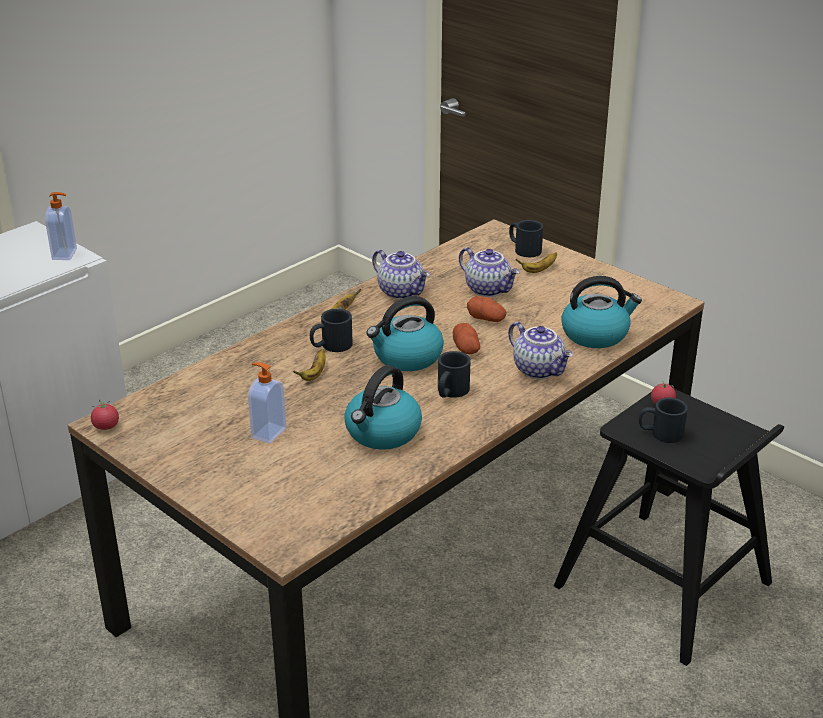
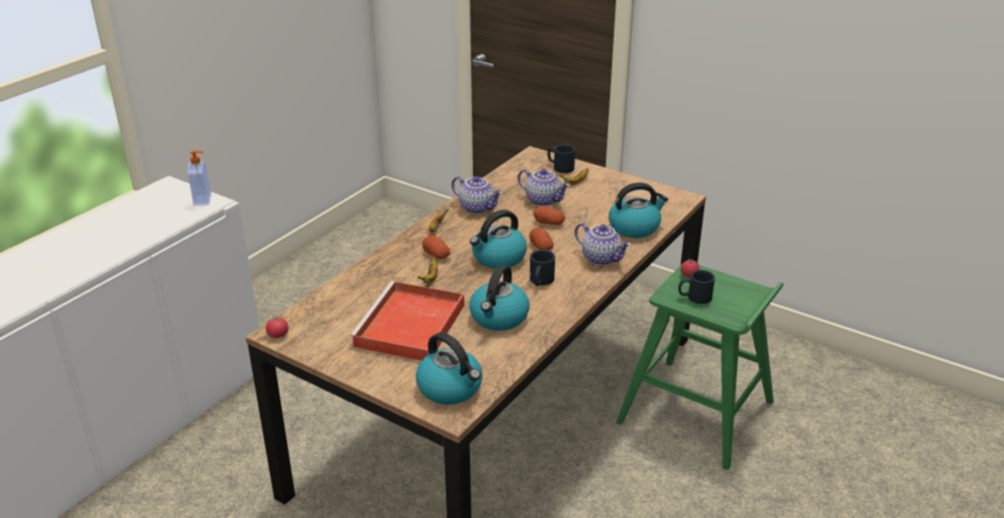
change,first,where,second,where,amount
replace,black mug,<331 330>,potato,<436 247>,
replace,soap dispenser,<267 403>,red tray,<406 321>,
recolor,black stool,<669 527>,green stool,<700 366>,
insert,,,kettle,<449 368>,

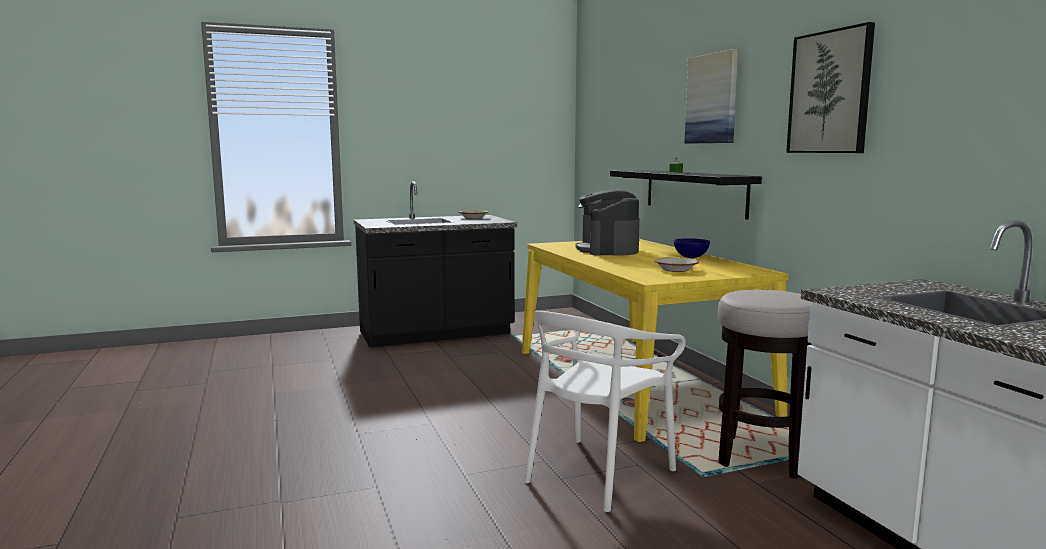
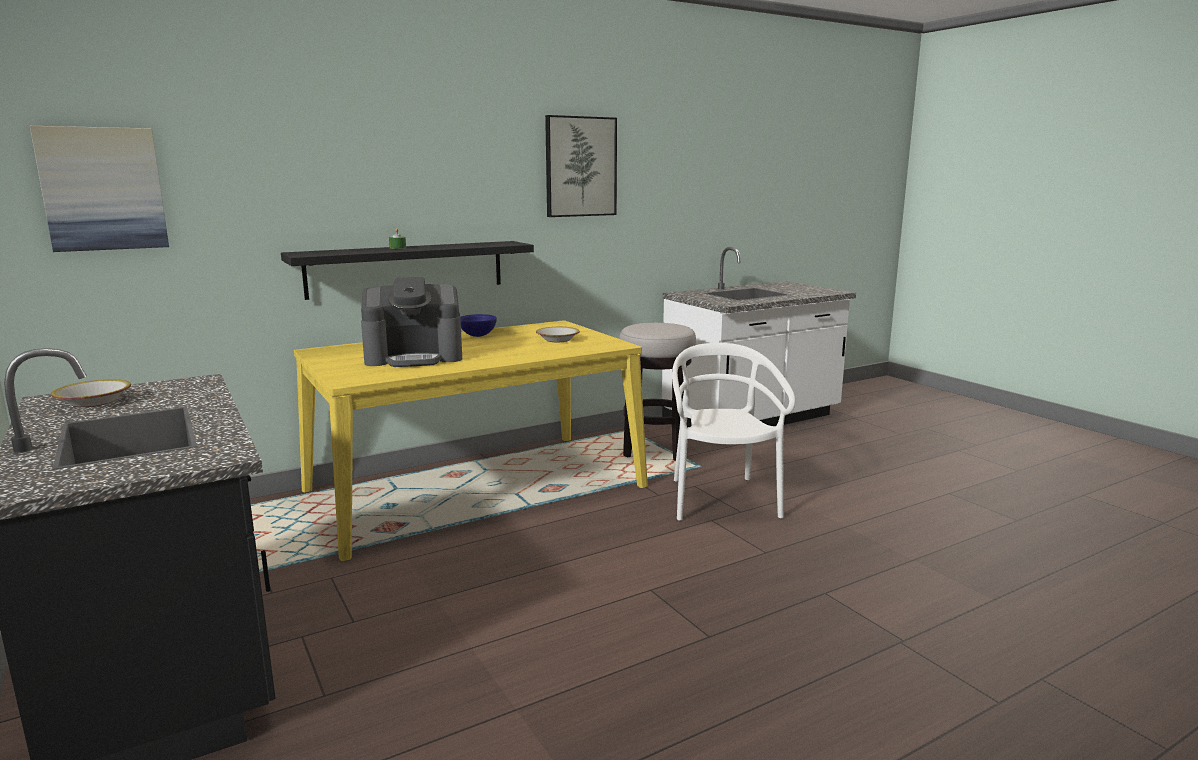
change,first,where,second,where,amount
move,picture,<711 96>,,<99 189>,
rotate,white chair,<605 411>,,<733 432>,120 degrees counterclockwise

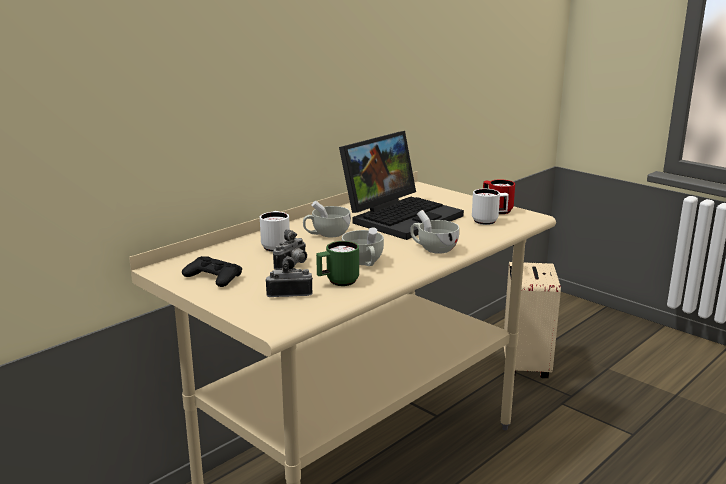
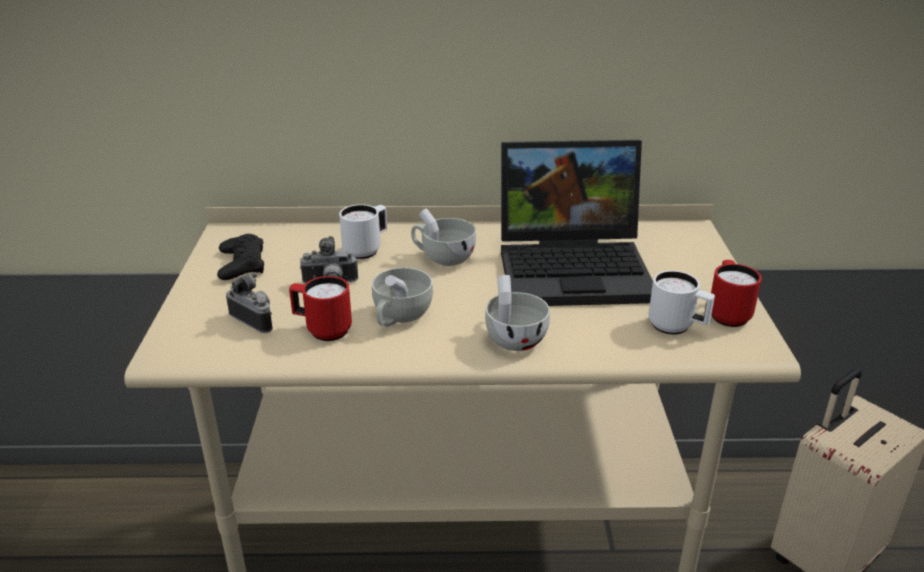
change,first,where,second,where,amount
recolor,green mug,<337 263>,red mug,<320 308>,

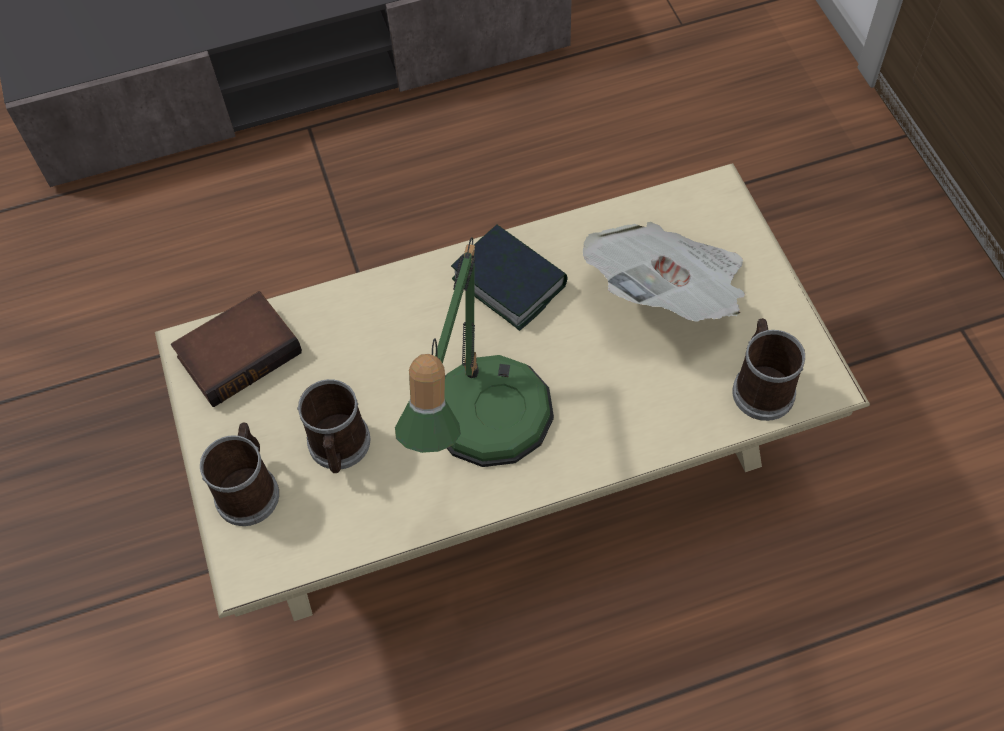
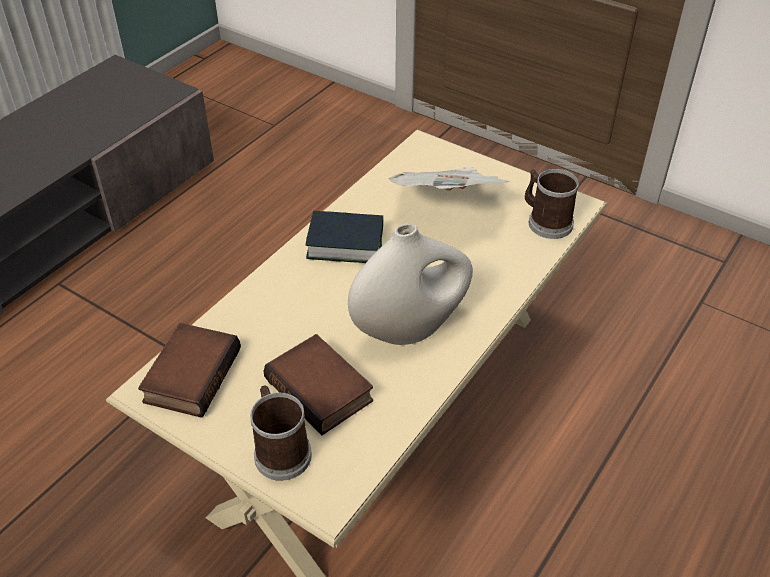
change,first,where,second,where,amount
replace,table lamp,<474 352>,white vase,<410 284>,
replace,mug,<334 426>,book,<318 385>,

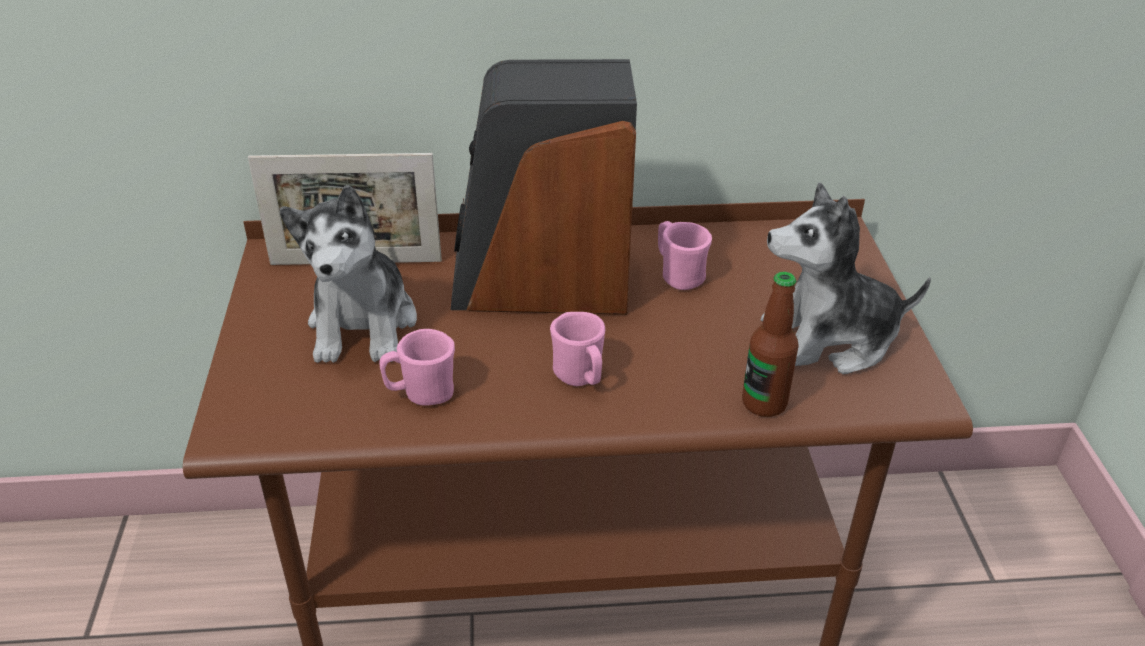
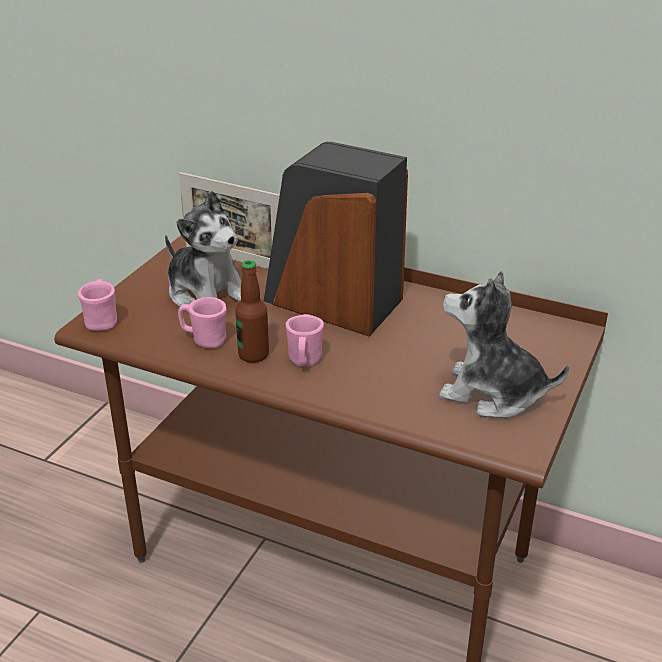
change,first,where,second,where,amount
rotate,plush toy,<348 274>,,<203 249>,75 degrees counterclockwise
move,pink mug,<685 255>,,<97 305>,
move,bottle,<770 344>,,<252 311>,

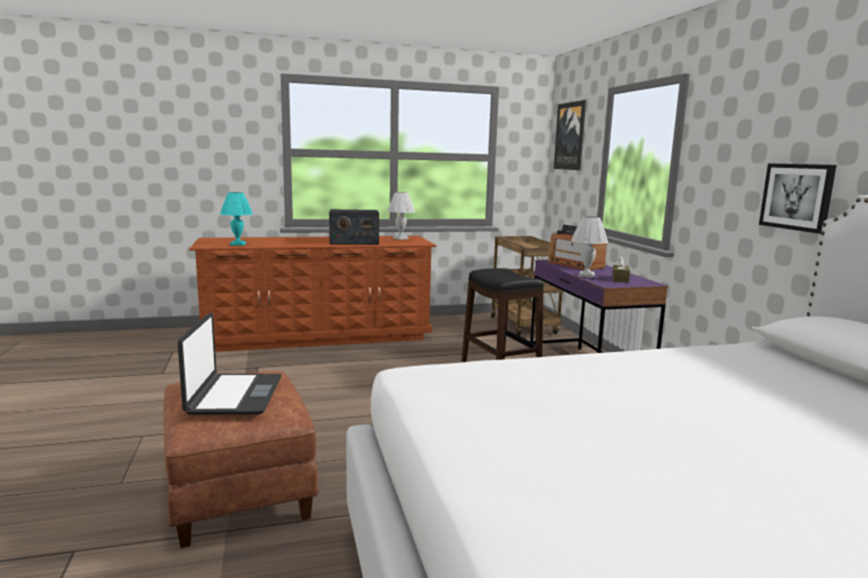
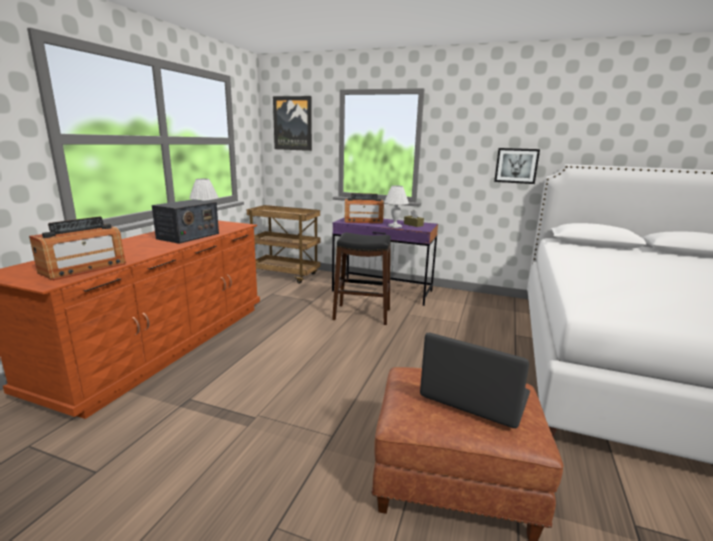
change,first,where,second,where,amount
replace,turquoise table lamp,<236 219>,radio,<77 248>,

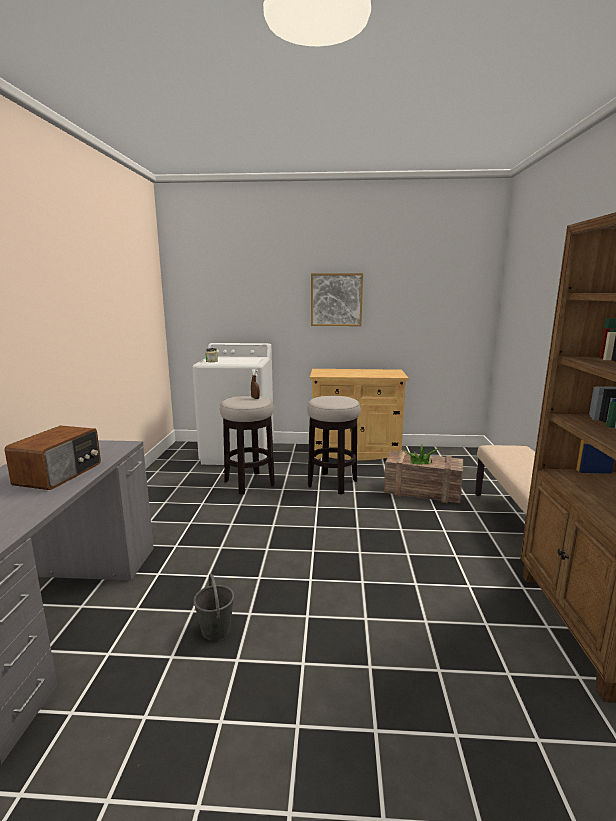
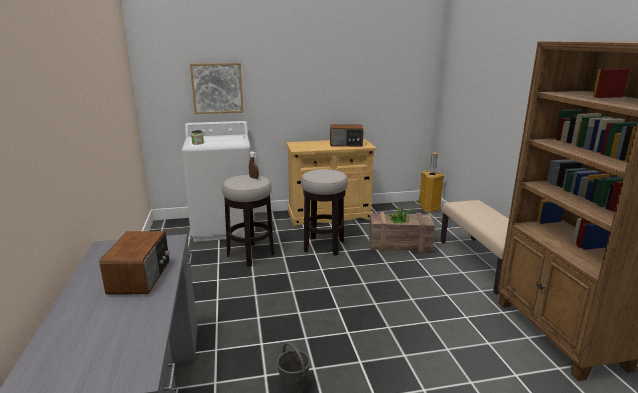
change,first,where,second,where,amount
move,picture,<337 299>,,<217 88>,
insert,,,radio,<347 135>,
insert,,,trash can,<431 182>,

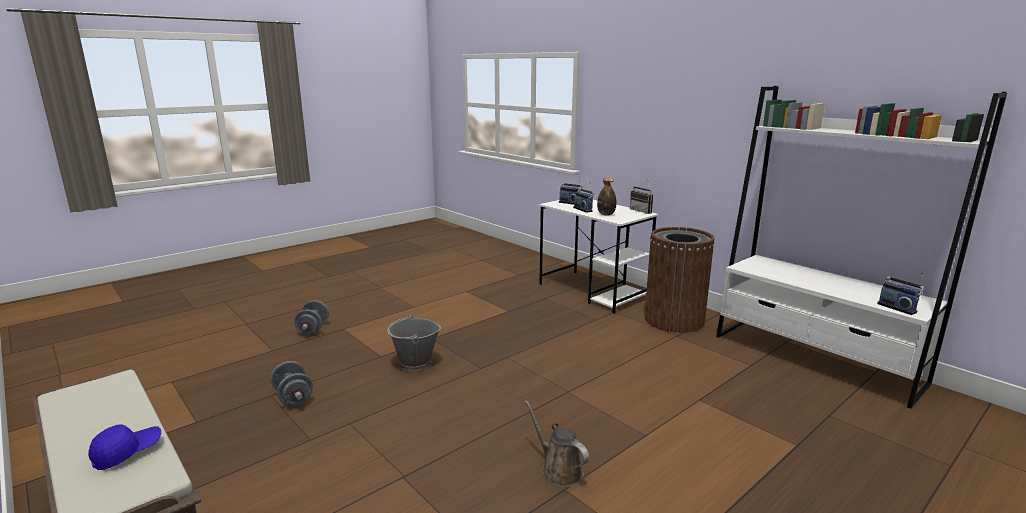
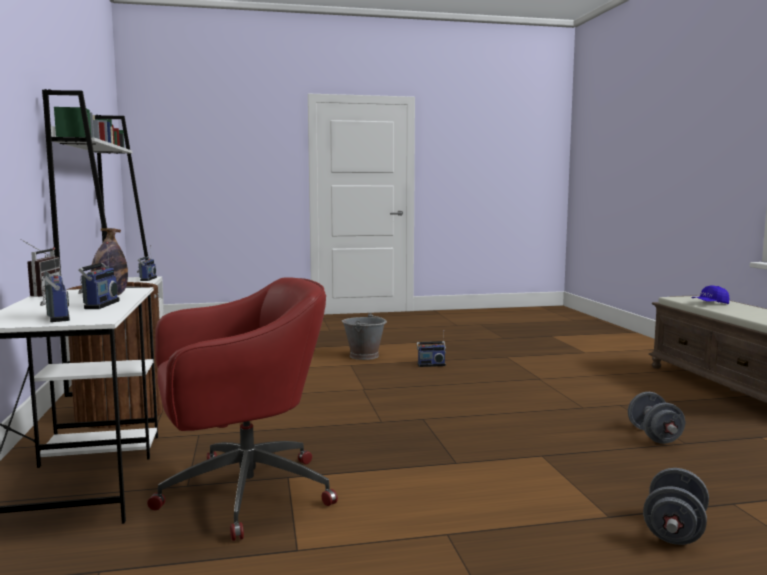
change,first,where,second,where,amount
move,grey bucket,<414 343>,,<364 336>,
replace,brown watering can,<557 443>,radio,<431 348>,
insert,,,red office chair,<242 409>,

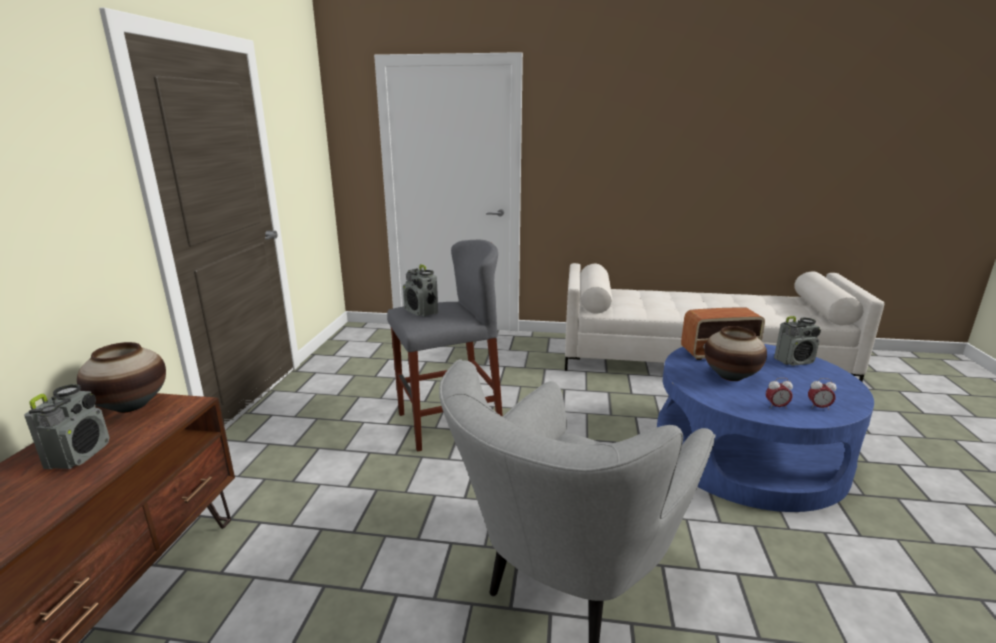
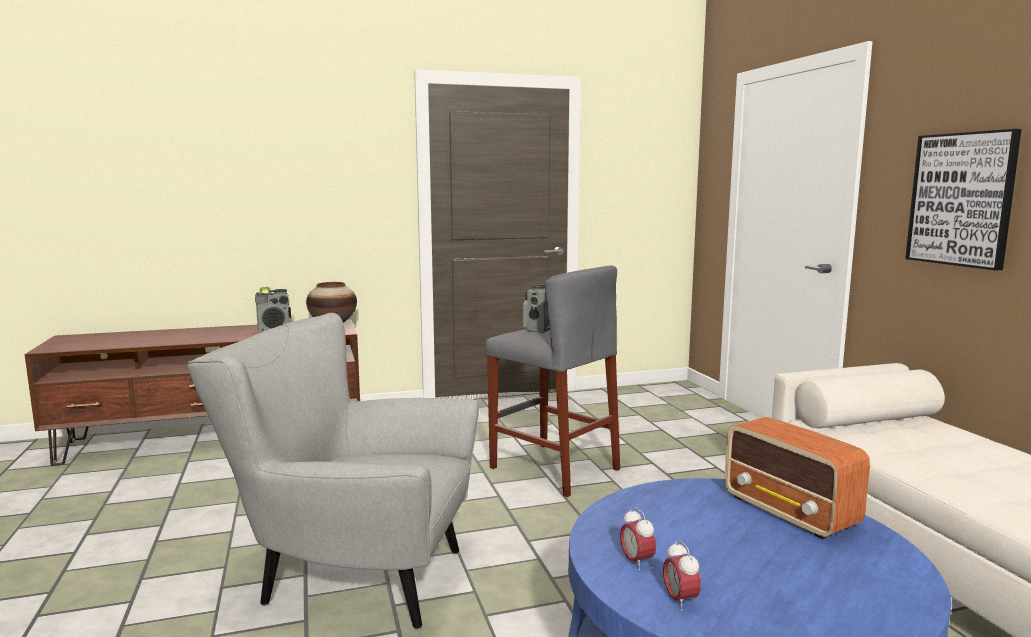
change,first,where,second,where,amount
delete,radio,<797 341>,,,
delete,vase,<735 353>,,,
insert,,,picture,<963 199>,

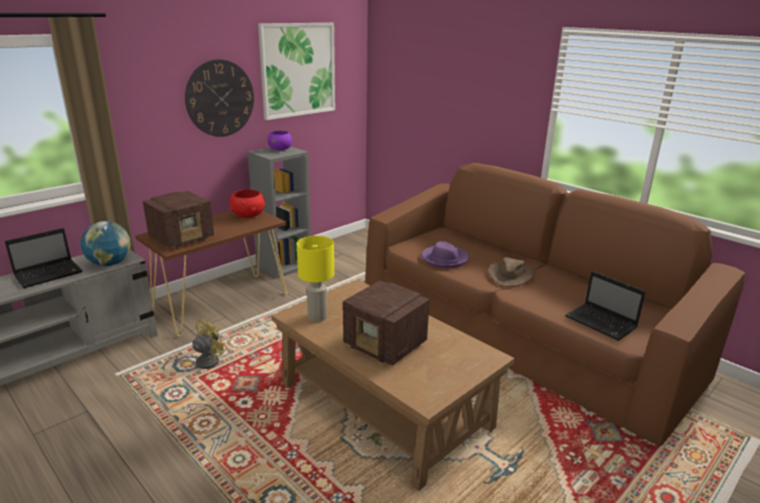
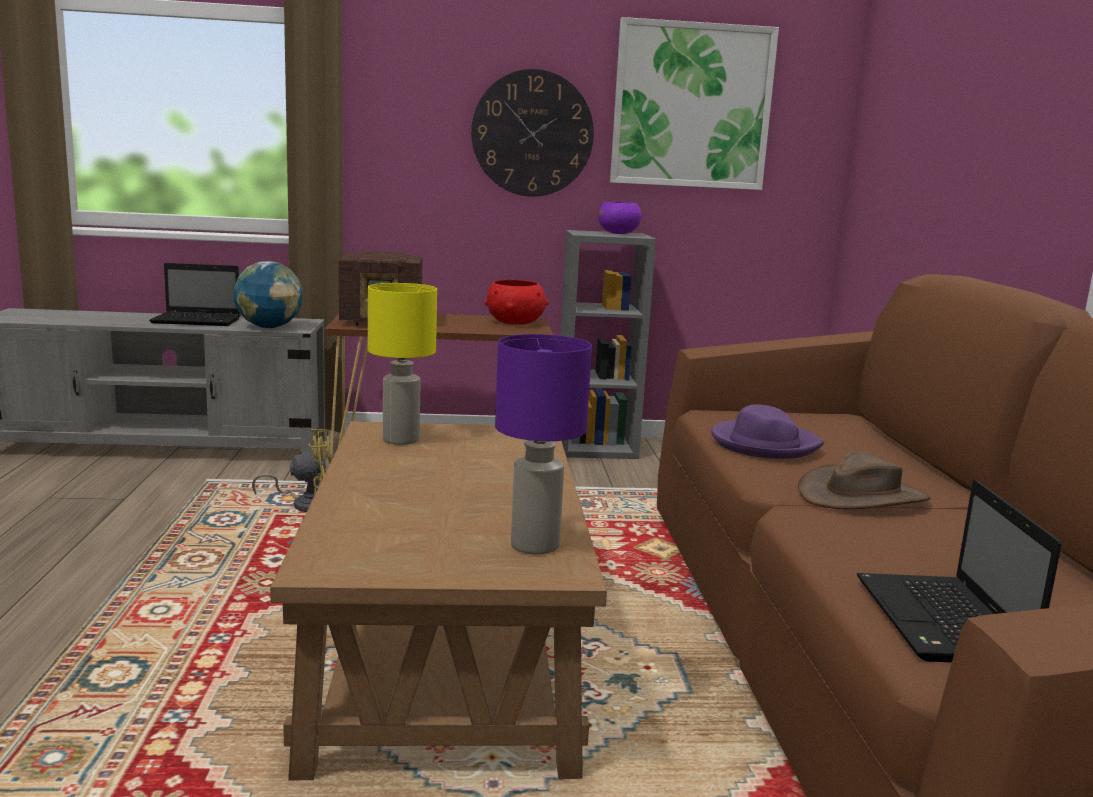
change,first,where,second,where,amount
delete,radio,<386 323>,,,
insert,,,purple table lamp,<543 444>,

